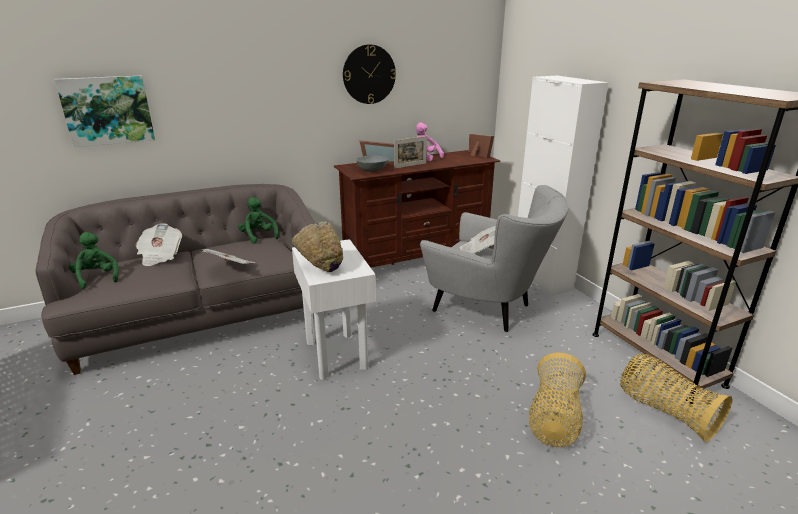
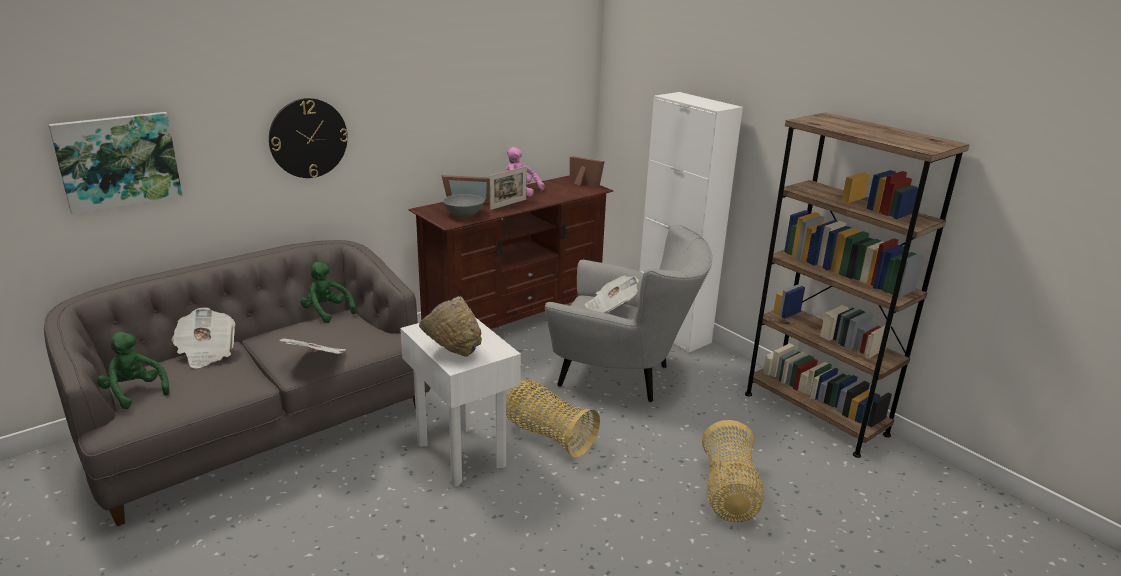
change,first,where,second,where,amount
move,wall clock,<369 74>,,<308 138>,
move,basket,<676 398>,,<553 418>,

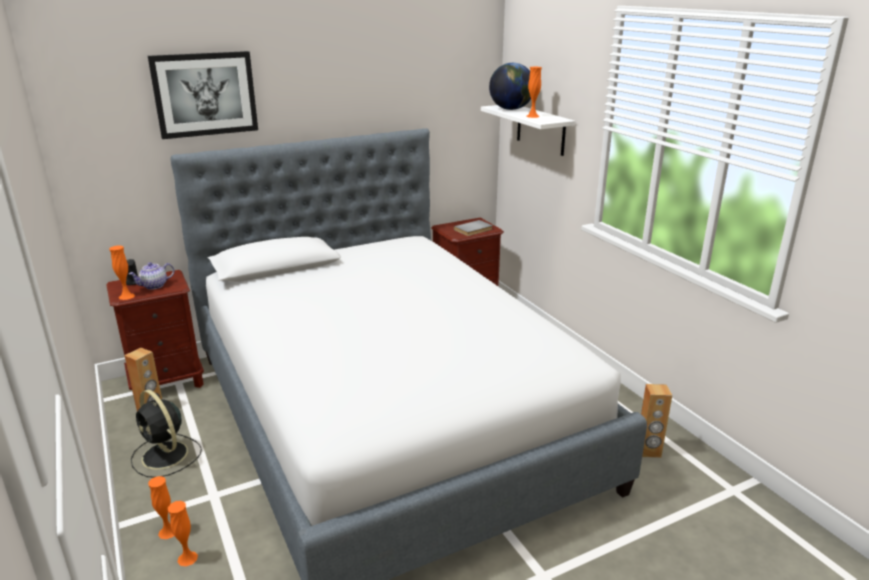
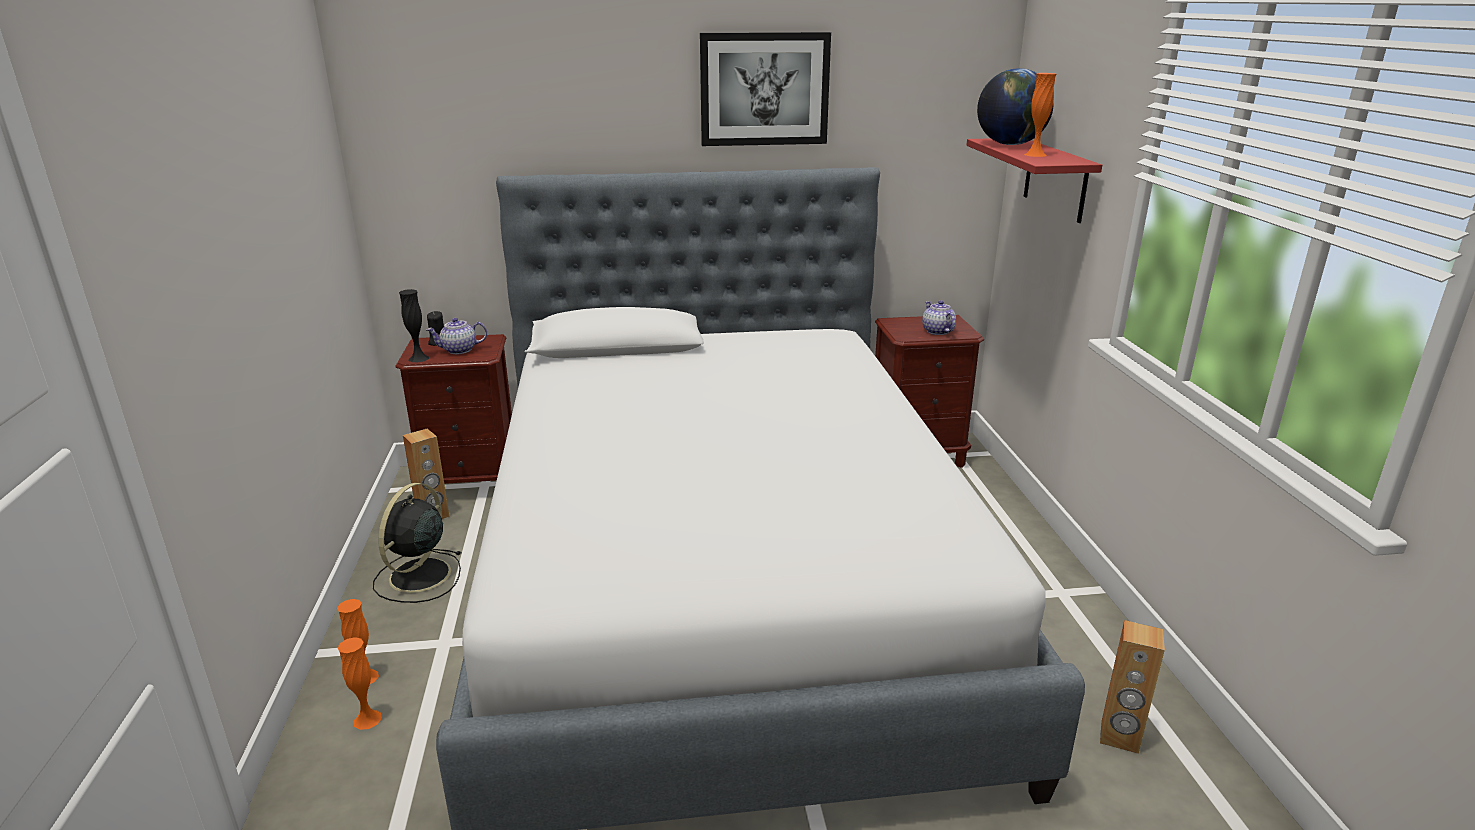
change,first,where,second,where,amount
move,picture,<203 95>,,<765 89>,
recolor,white shelf,<528 130>,red shelf,<1034 180>,
replace,grey book,<473 228>,teapot,<939 317>,
recolor,orange vase,<122 273>,black vase,<414 325>,
rotate,black fan,<166 434>,,<417 543>,45 degrees clockwise

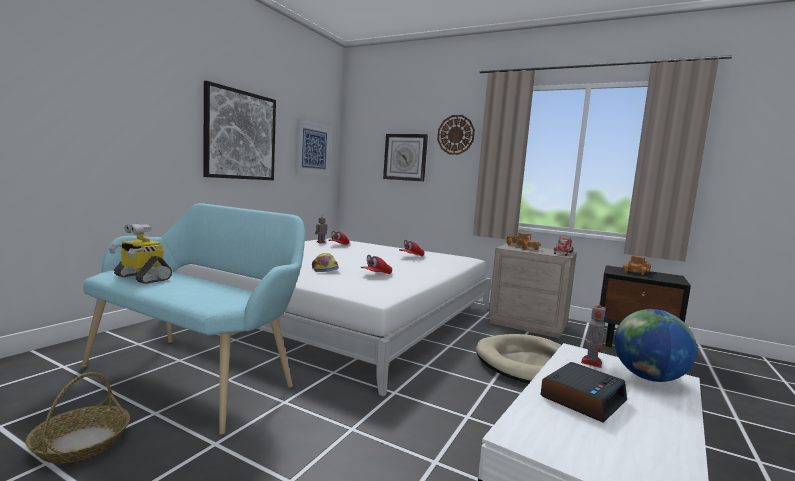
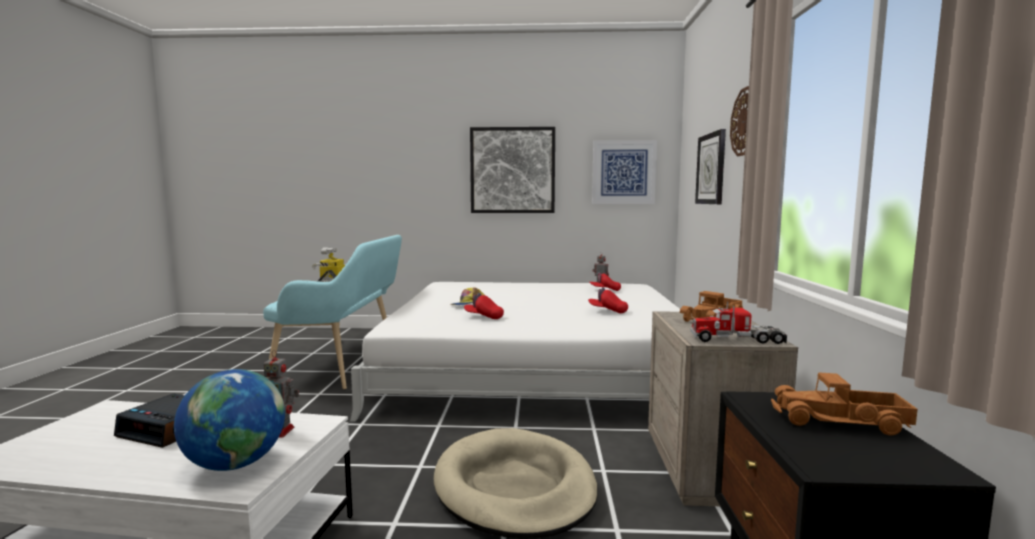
change,first,where,second,where,amount
delete,basket,<77 417>,,,

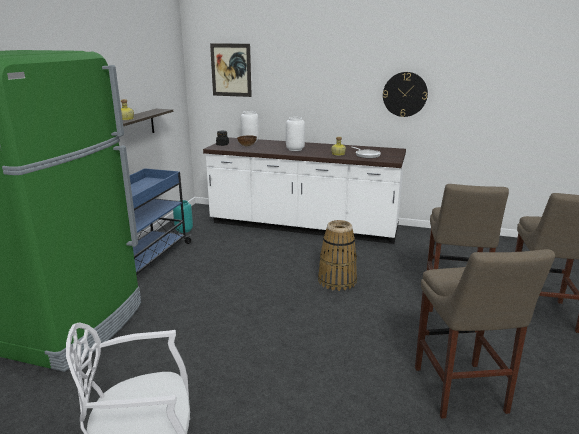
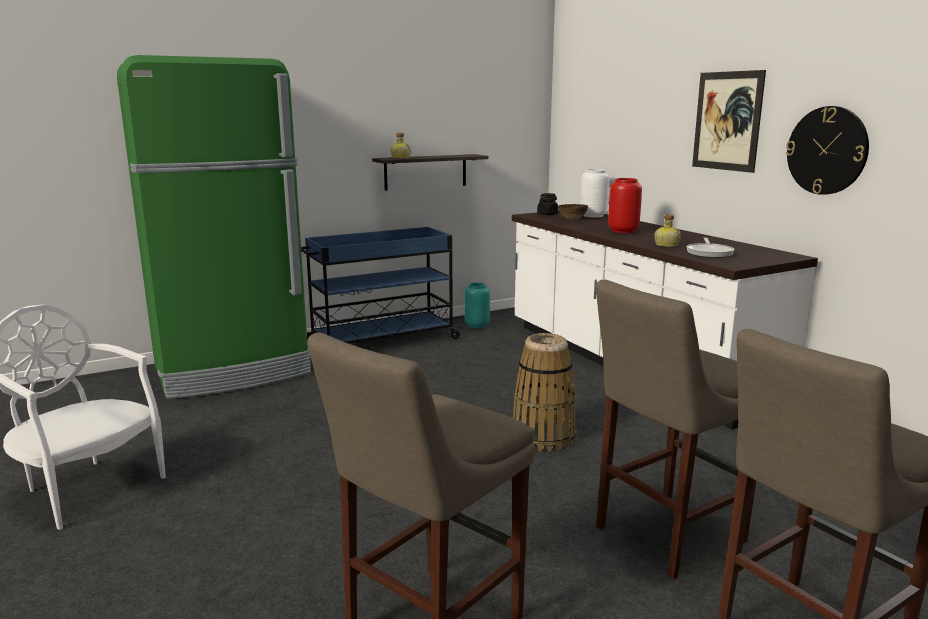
change,first,where,second,where,amount
move,picture,<231 70>,,<729 121>,
recolor,white vase,<295 134>,red vase,<625 205>,

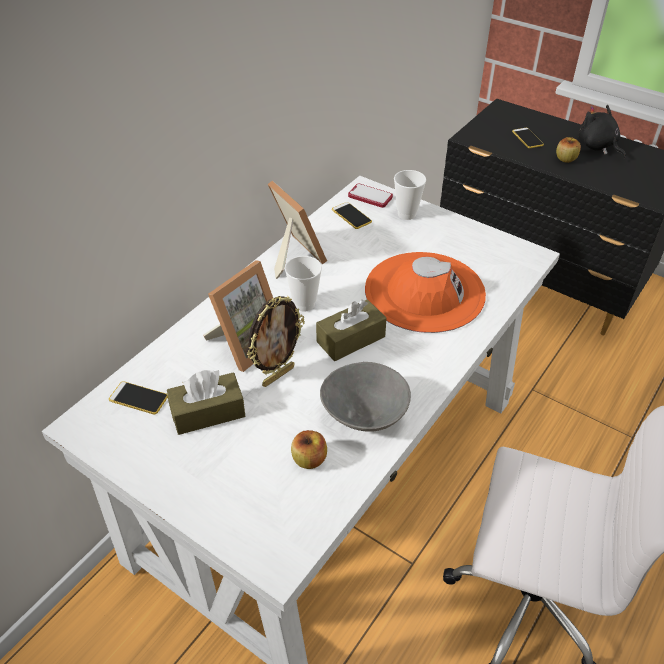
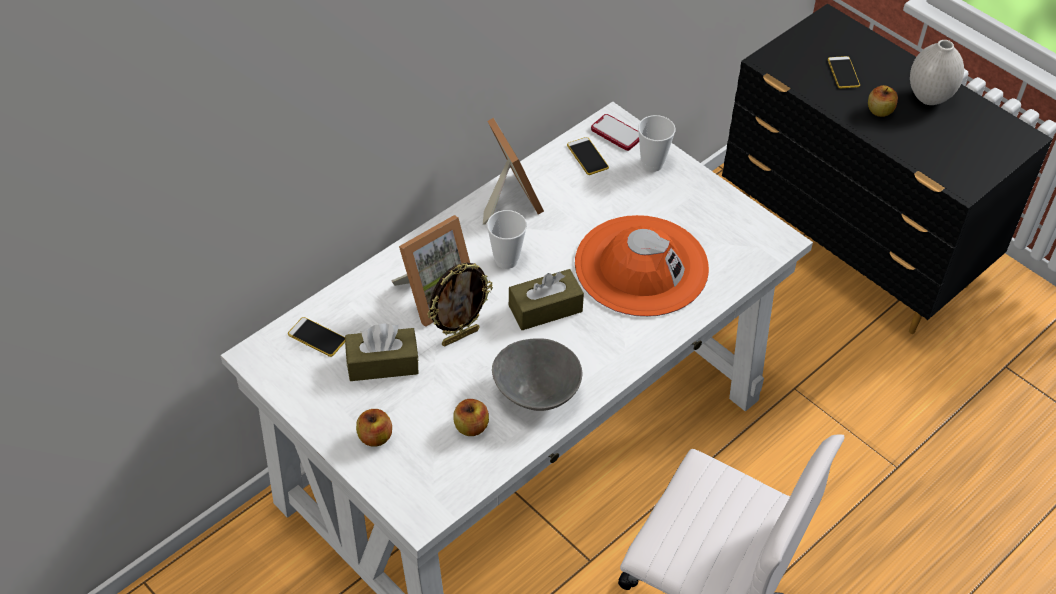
change,first,where,second,where,amount
replace,black plush toy,<602 132>,white vase,<937 72>,
insert,,,apple,<374 428>,

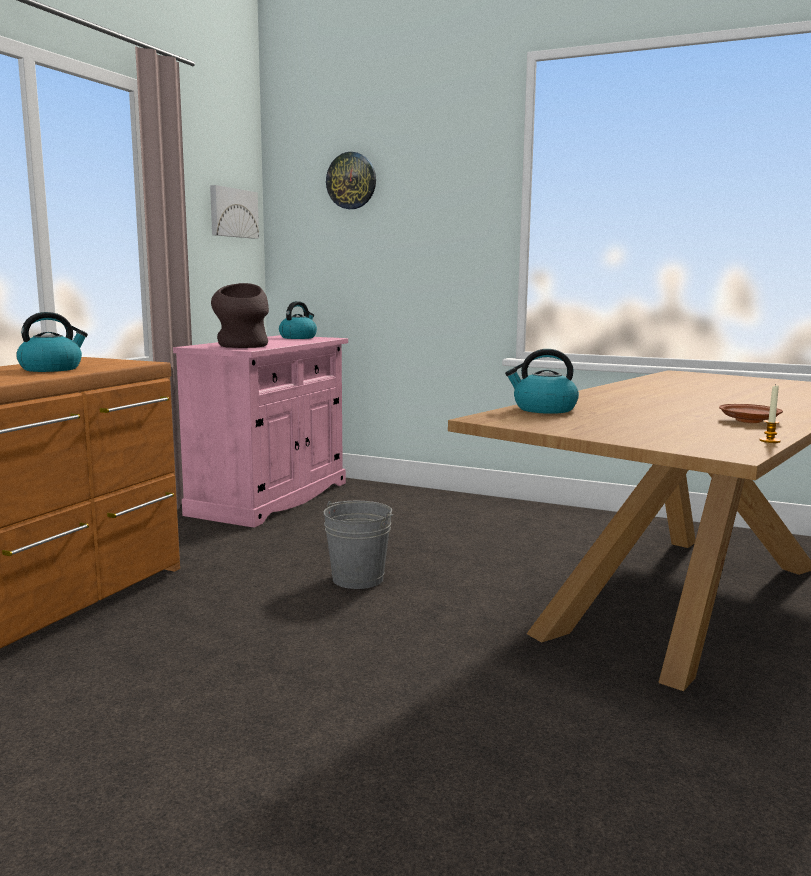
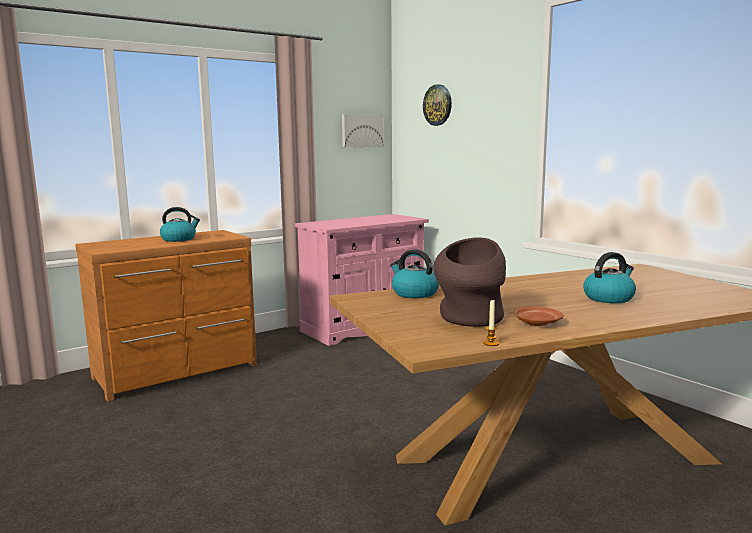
change,first,where,second,where,amount
move,brown vase,<240 315>,,<469 282>,
move,kettle,<298 320>,,<609 277>,
delete,grey bucket,<358 545>,,,

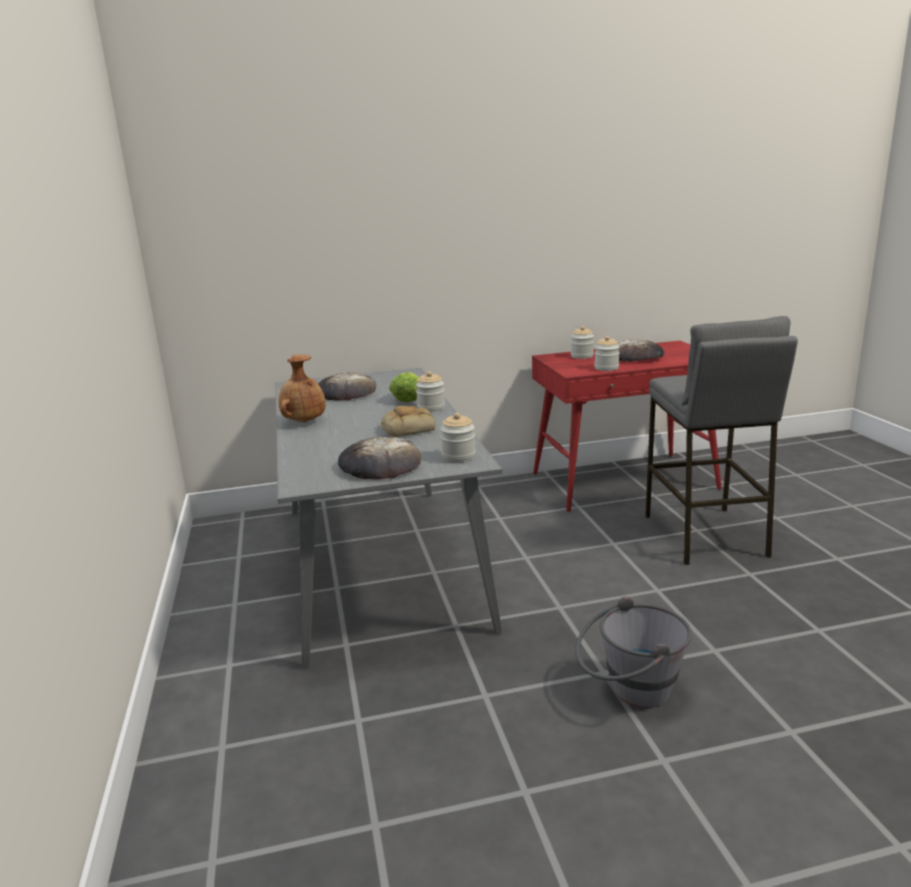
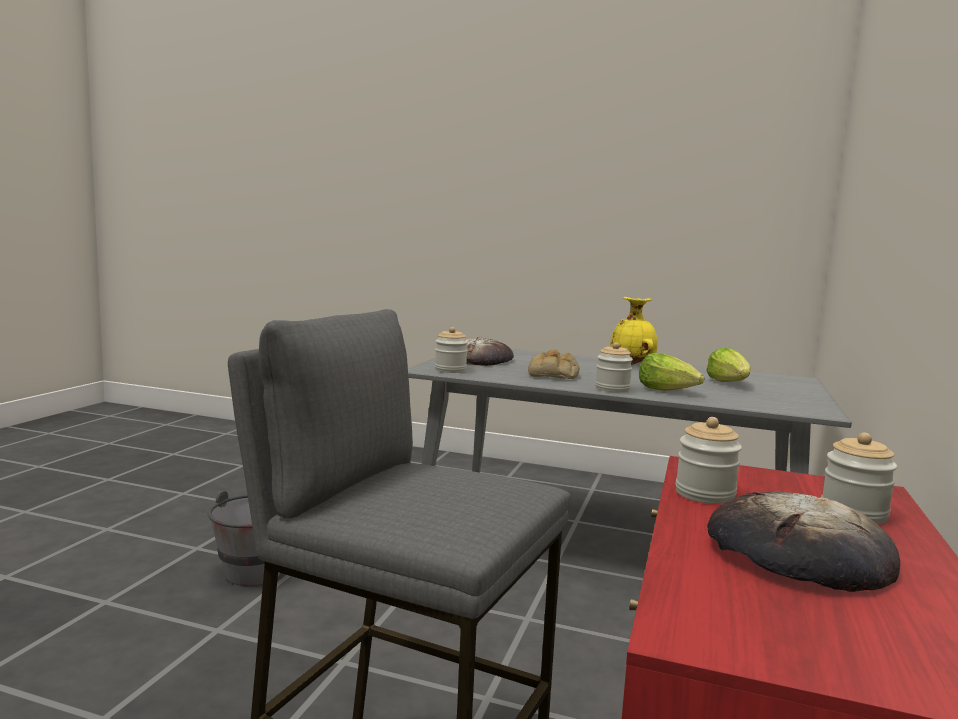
change,first,where,second,where,amount
recolor,brown vase,<302 388>,yellow vase,<634 331>,
replace,bread,<347 386>,lettuce,<728 364>,

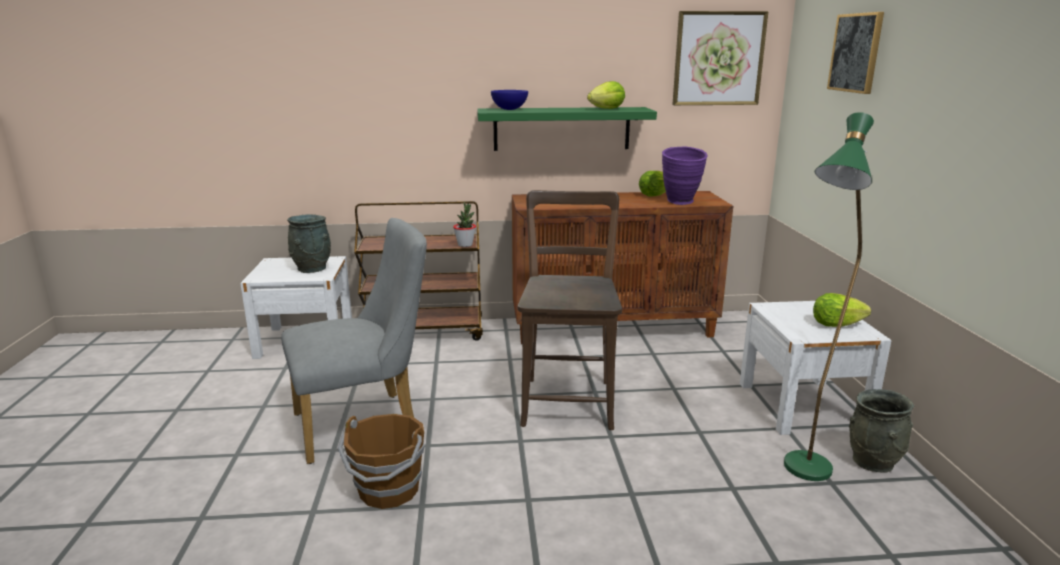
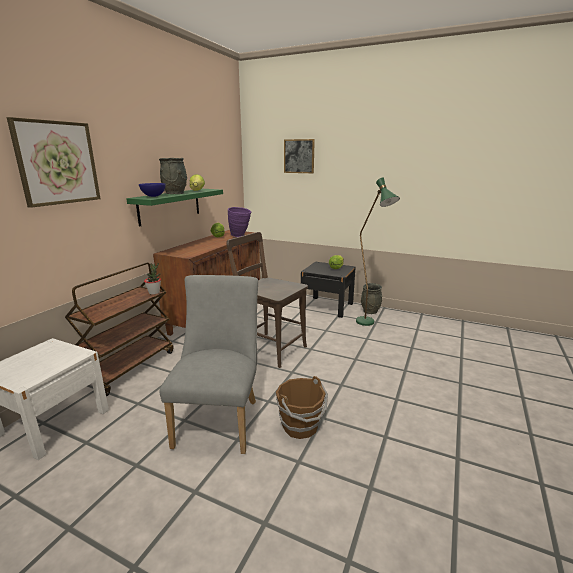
change,first,where,second,where,amount
move,picture,<720 58>,,<54 162>,
move,grey vase,<309 243>,,<173 176>,
recolor,white nightstand,<815 368>,black nightstand,<328 290>,

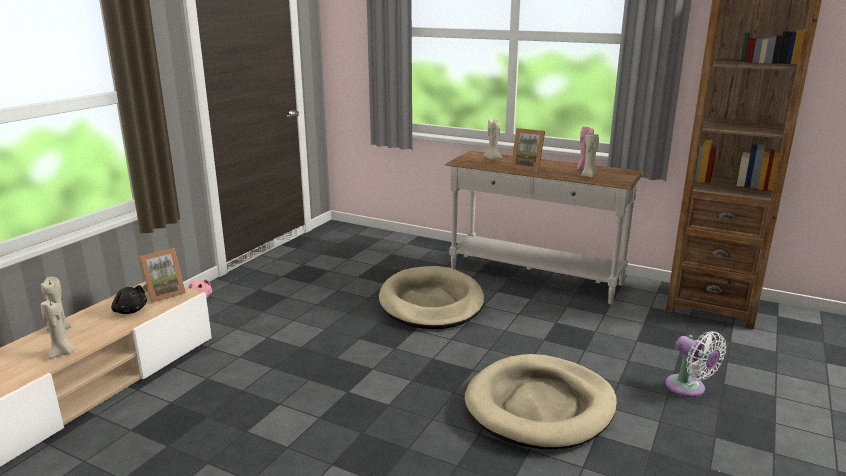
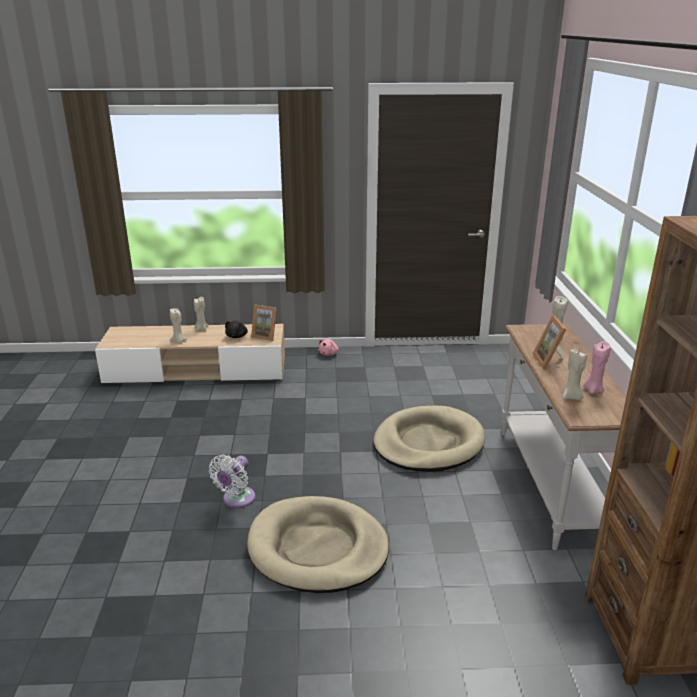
change,first,where,second,where,amount
move,white fan,<695 364>,,<232 481>,

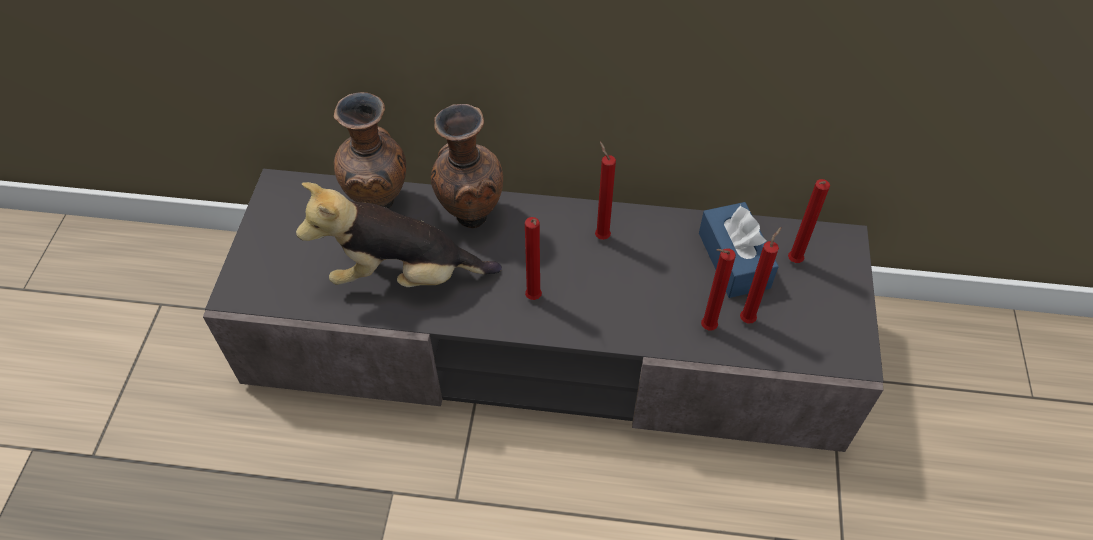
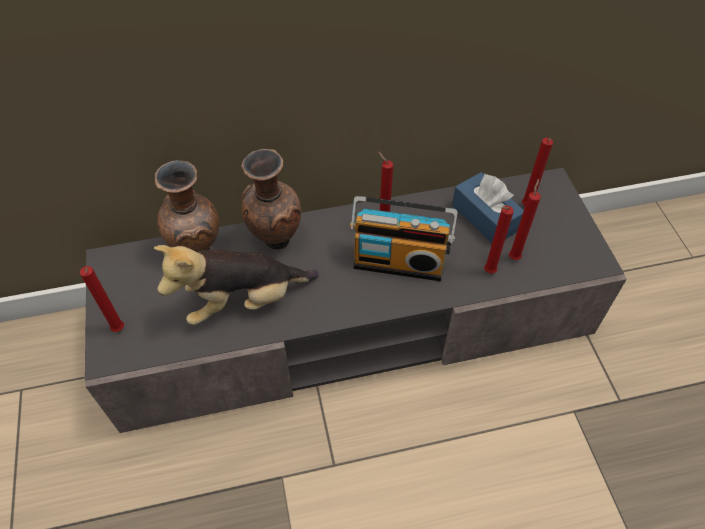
change,first,where,second,where,amount
move,red candle,<533 258>,,<102 299>,
insert,,,radio,<404 238>,

